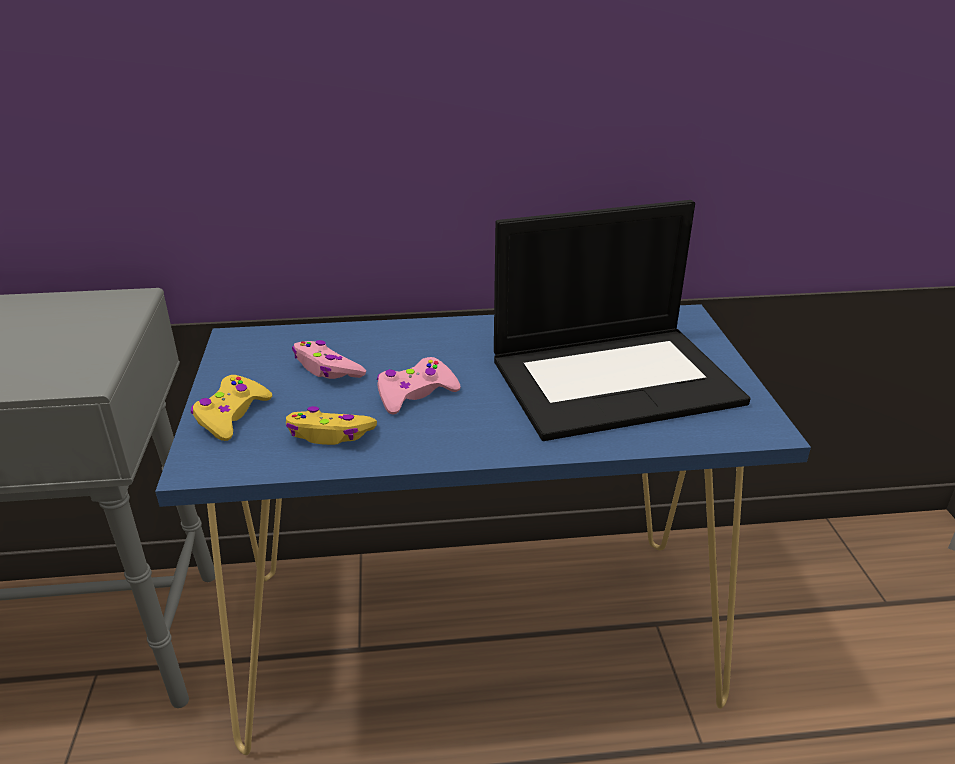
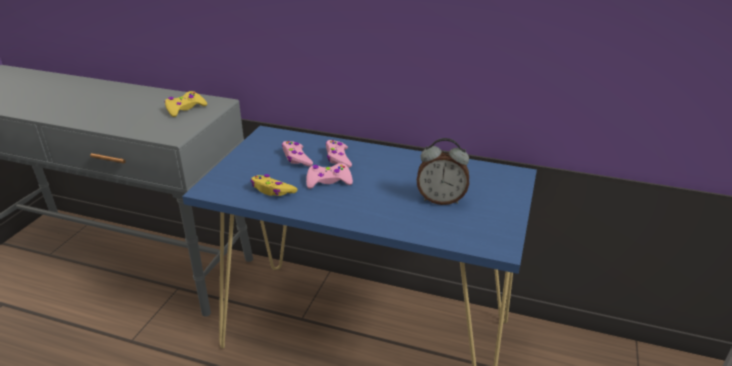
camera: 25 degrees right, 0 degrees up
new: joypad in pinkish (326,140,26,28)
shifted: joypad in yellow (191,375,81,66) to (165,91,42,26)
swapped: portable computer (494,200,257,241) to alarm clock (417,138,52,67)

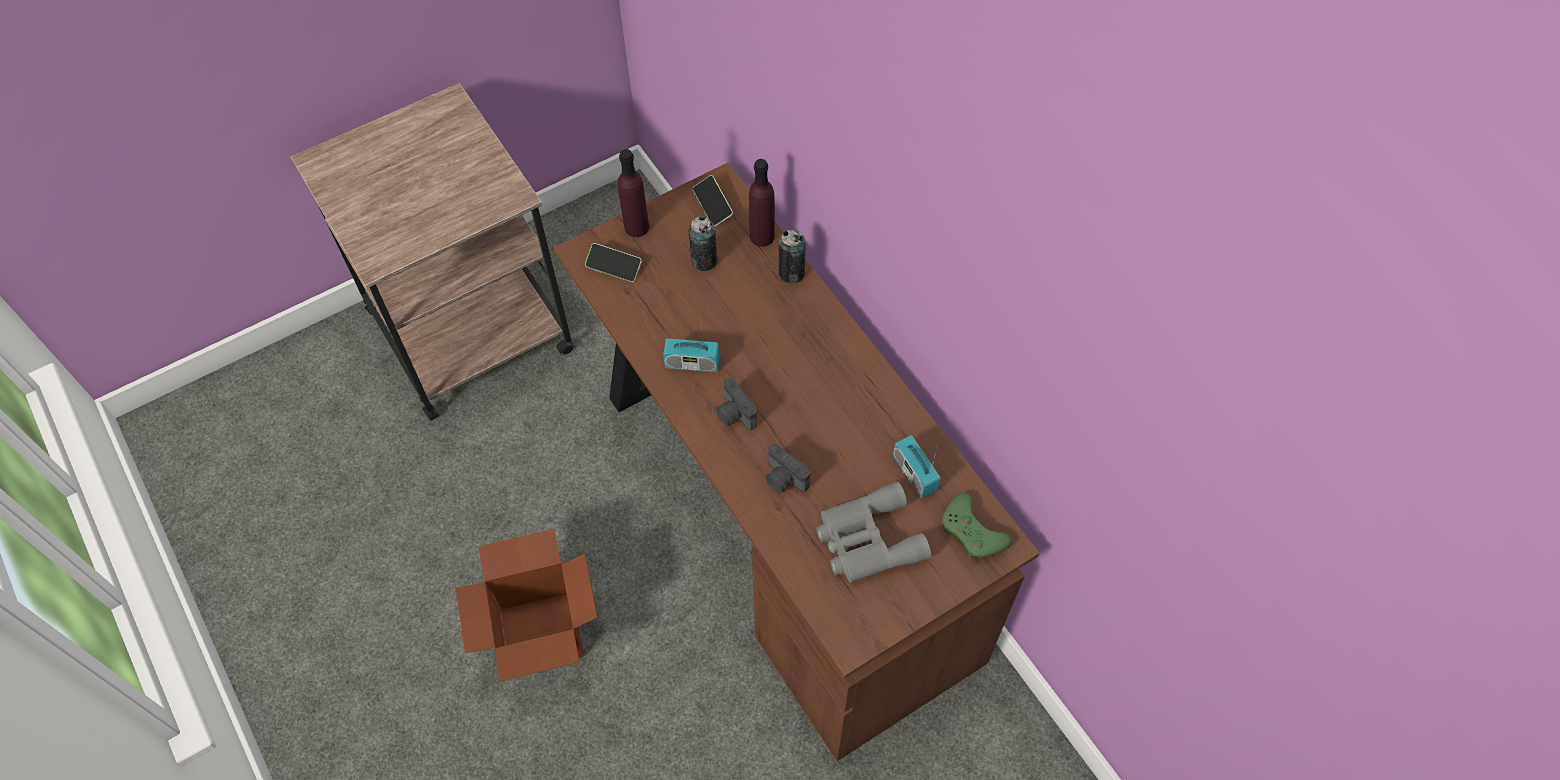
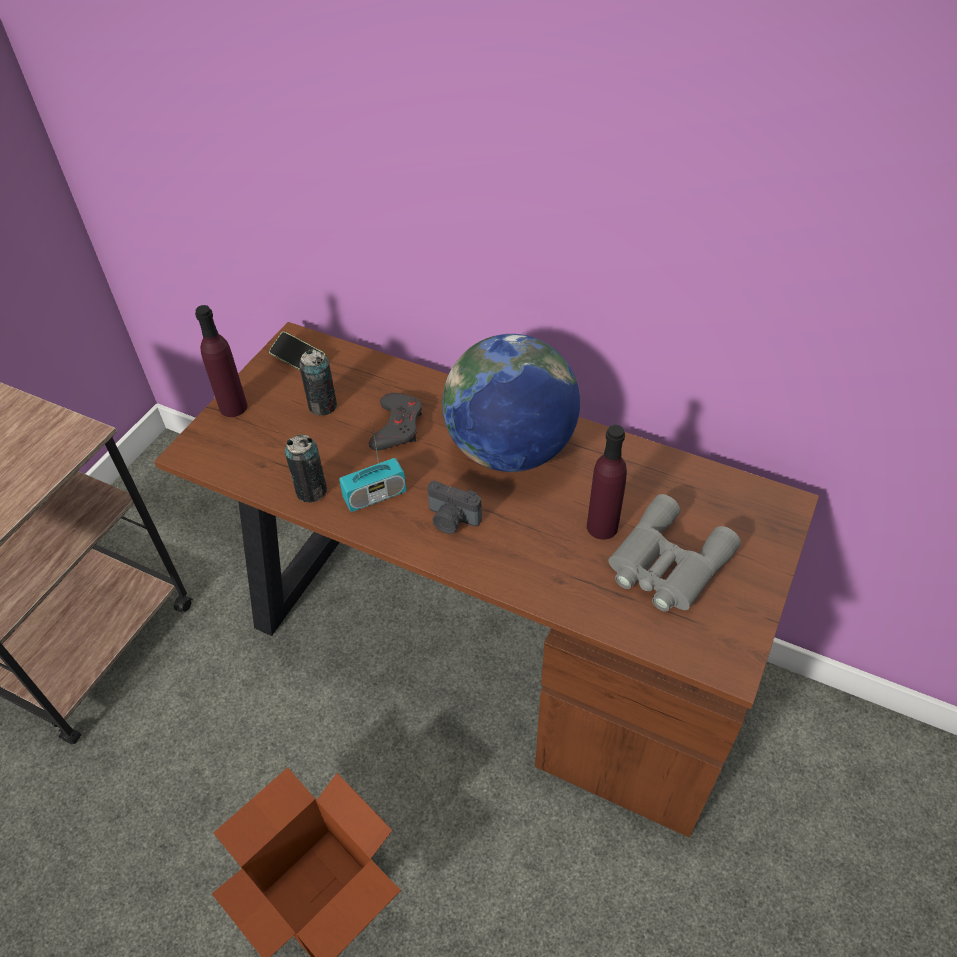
camera: 30 degrees left, 10 degrees down
gone: handset (585,243,57,39); still camera (765,443,45,51); radio (893,435,48,63); joypad in green (942,493,70,65)
new: joypad in greyish (369,393,53,57); desk globe (442,334,138,138)
shifted: bottle in purple-coloured (749,159,26,88) to (587,425,40,115); metal can (779,229,27,55) to (285,434,42,69)

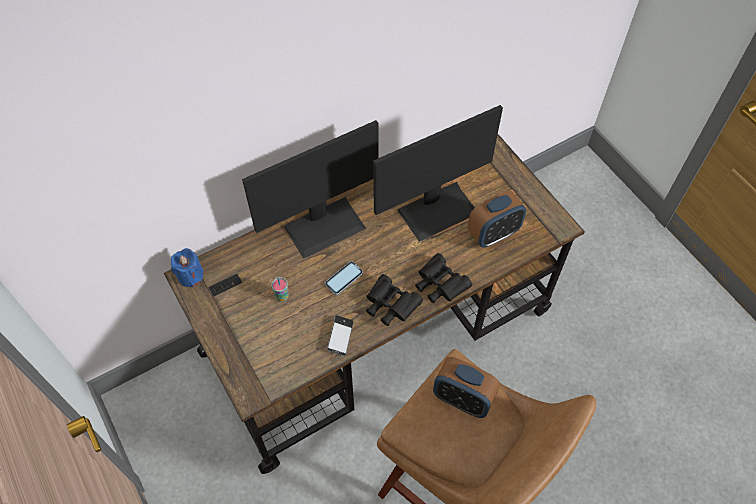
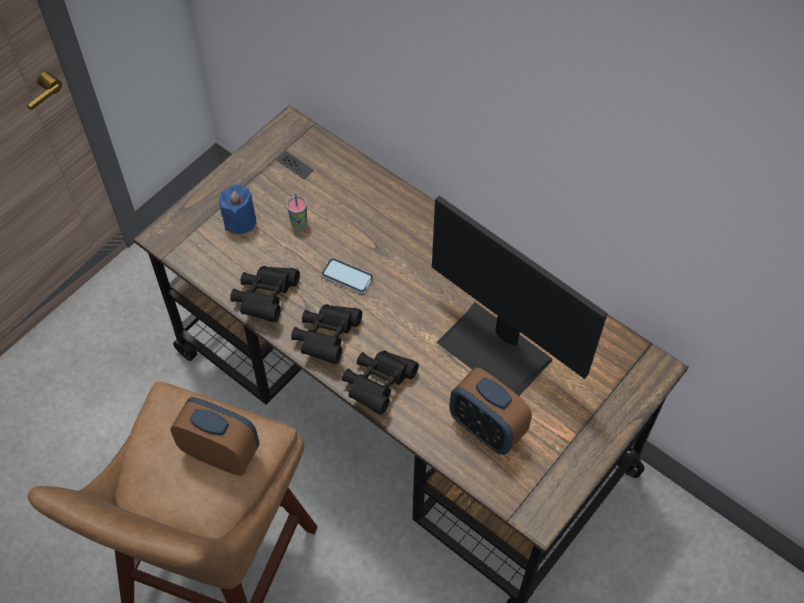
camera: 70 degrees right, 0 degrees up
gone: computer screen (242,120,136,139)
shifted: candle in blue-coloured (171,248,32,40) to (219,184,37,50)
swapped: handset (327,315,27,41) to field glasses in blackish (230,266,70,56)
rotated: alarm clock (433,357,67,61) = (170,397,89,79) 105 degrees clockwise

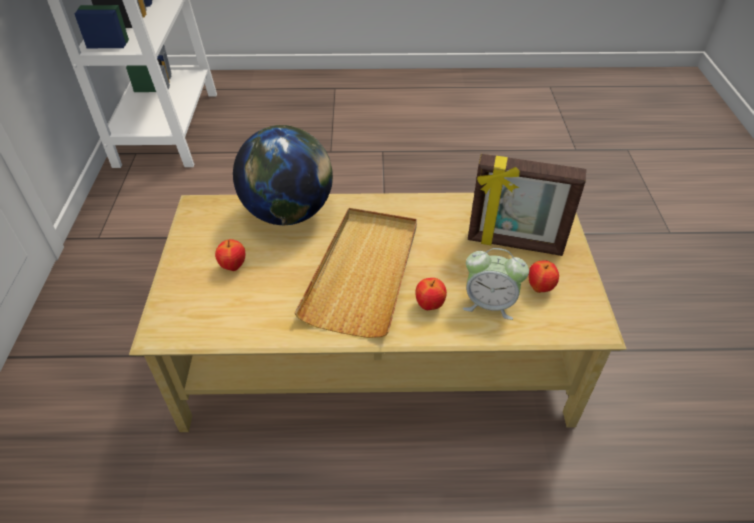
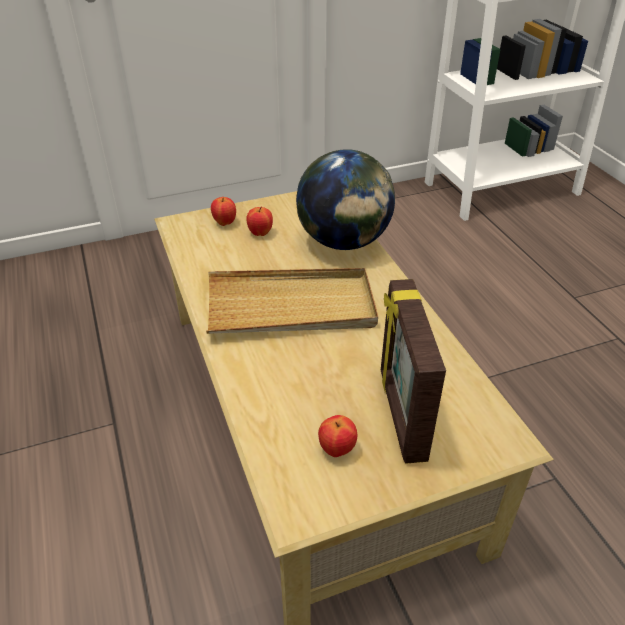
camera: 70 degrees right, 5 degrees down
gone: alarm clock (463,248,66,72)
shifted: whole apple (415,278,32,32) to (211,197,25,29)

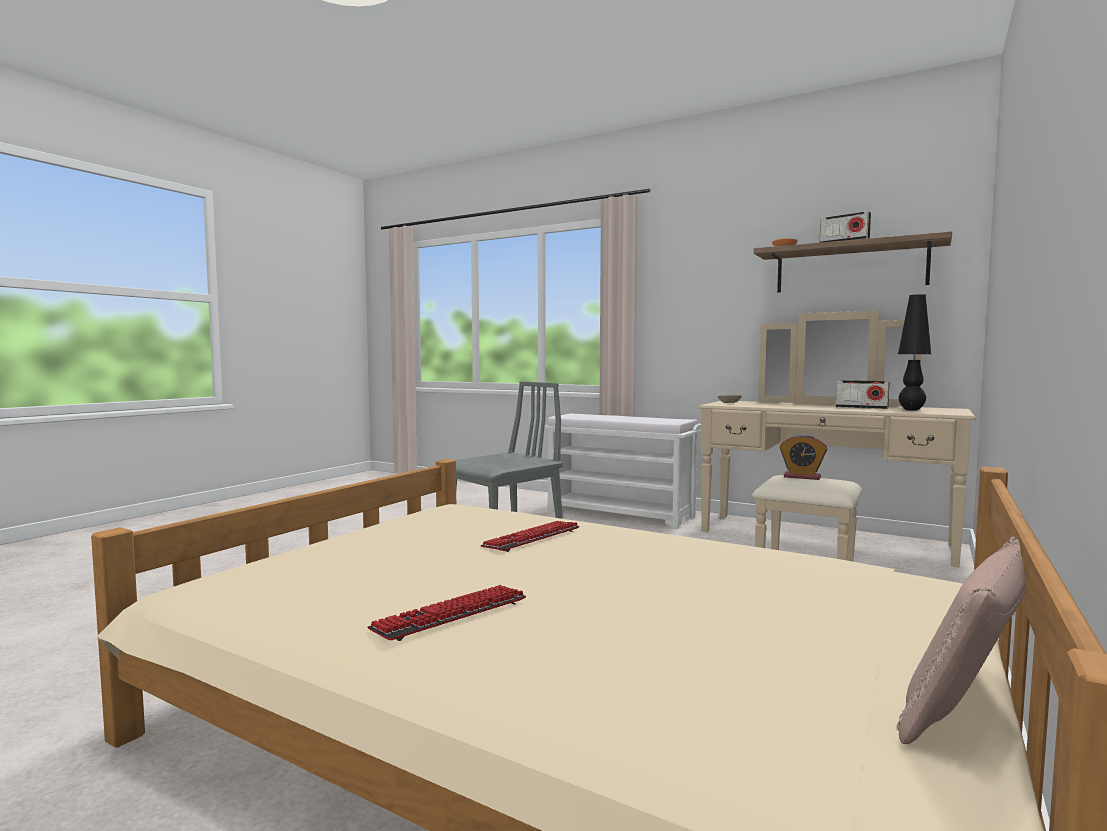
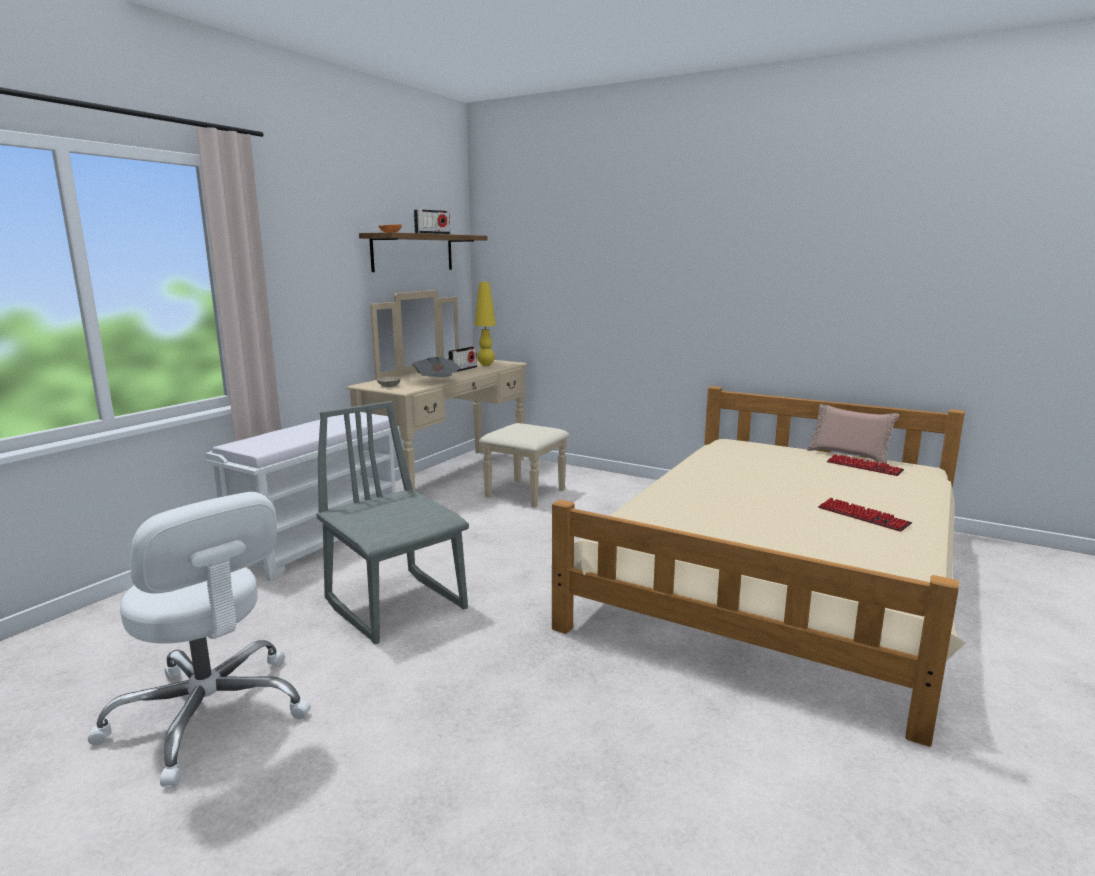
camera: 90 degrees left, 10 degrees up
gone: alarm clock (780,434,47,46)
new: desk chair in whitish (88,492,223,295); printed paper (411,357,49,20)
shifted: keyboard (480,521,99,31) to (827,454,77,22)
repainted: tabletop lamp in blackish (898,294,33,117) to tabletop lamp in yellow (475,282,21,84)

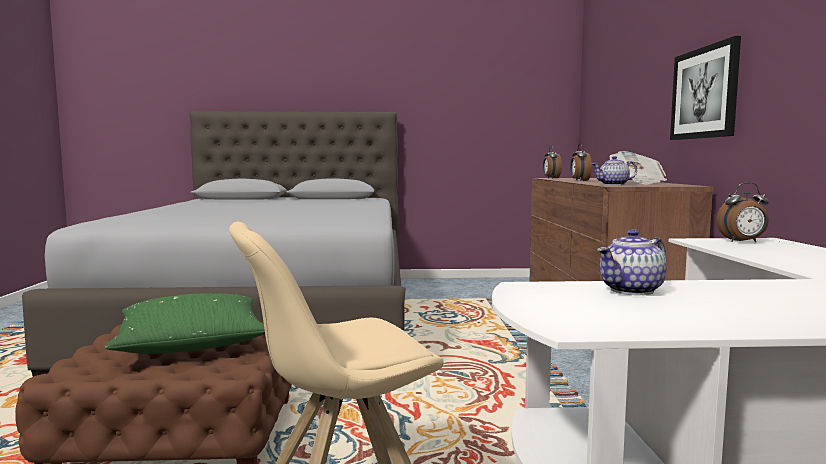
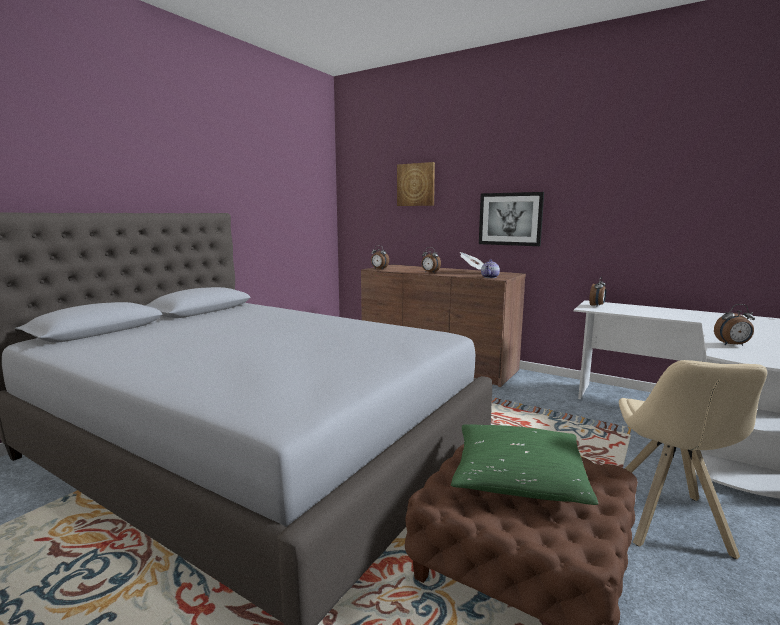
camera: 55 degrees left, 5 degrees up
new: picture (397,162,38,44)
swapped: tea pot (597,229,70,66) to alarm clock (714,304,41,42)

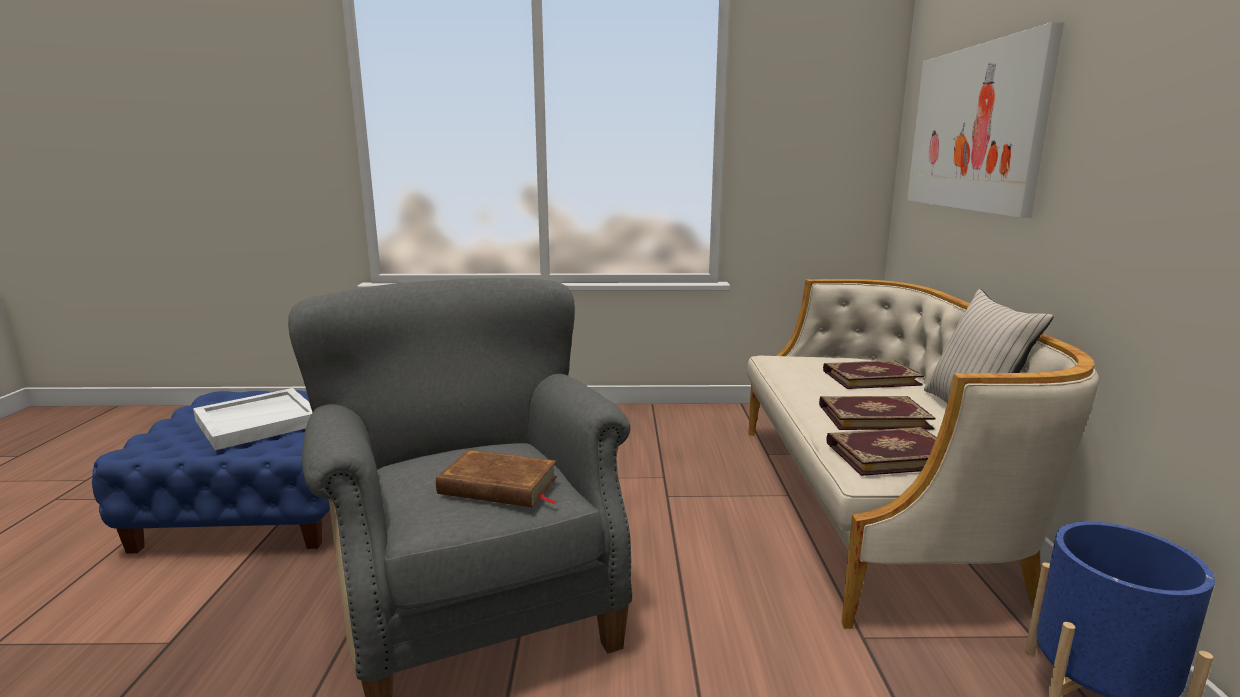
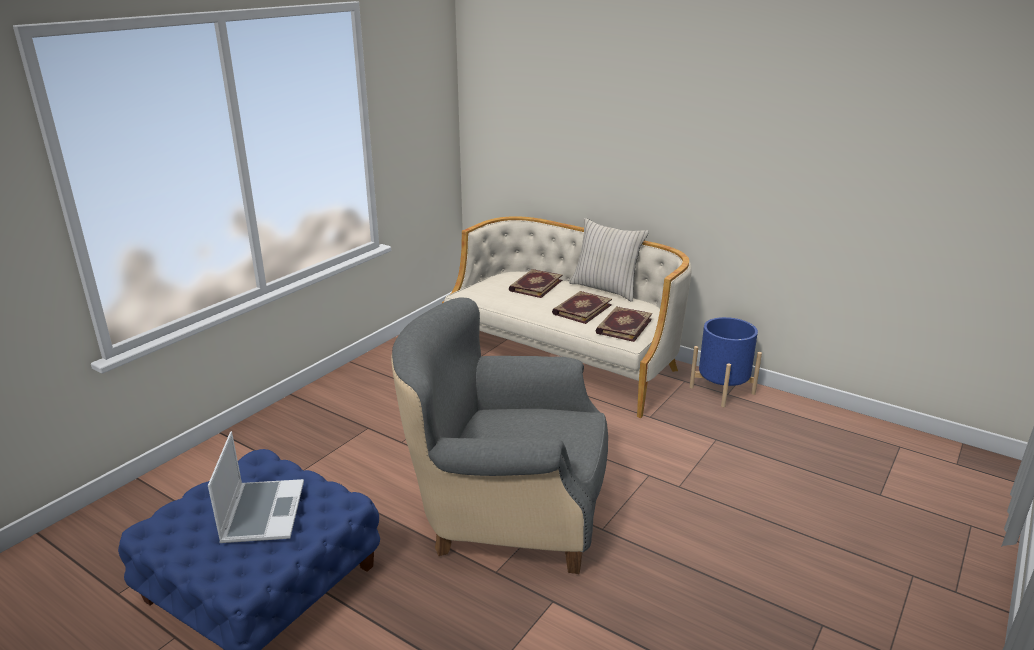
camera: 55 degrees left, 10 degrees up
gone: bound book in brown-coloured (436,450,122,57); picture (907,22,157,196)
swapped: tray in whitish (193,388,119,62) to portable computer (208,431,96,112)

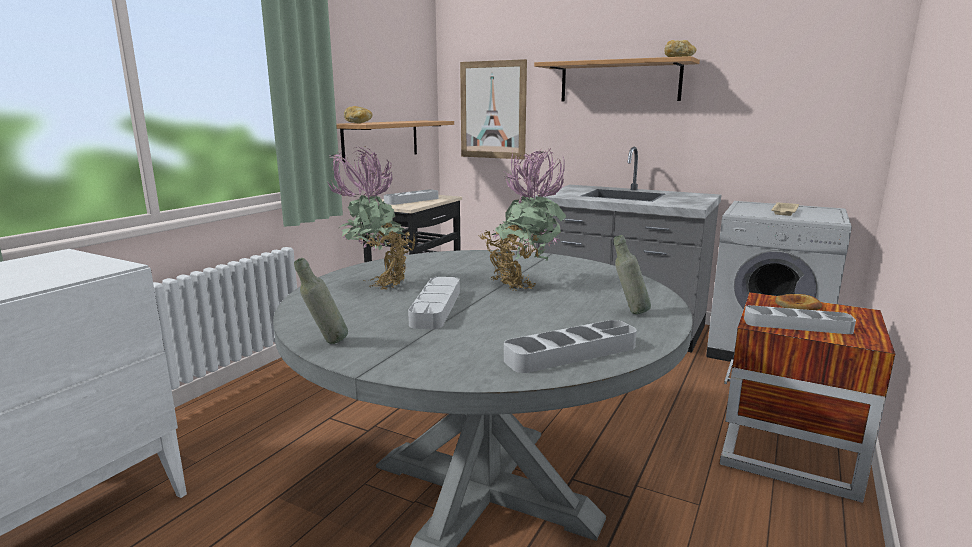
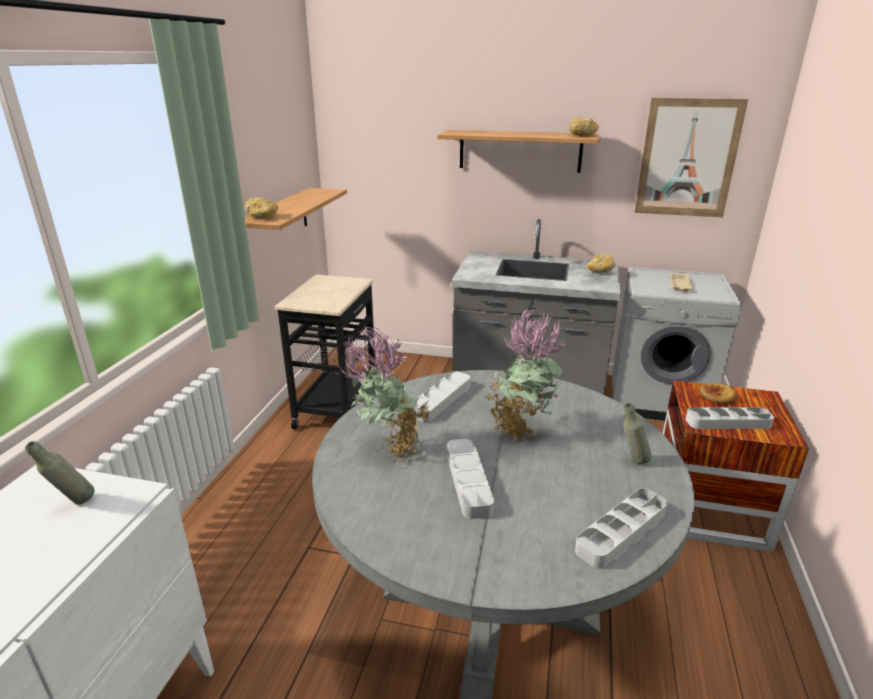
camera: 15 degrees left, 10 degrees up
new: baked bread (587,254,28,19)
shifted: bottle in greyish (294,258,54,86) to (25,441,69,64); tray in greyish (384,190,54,15) to (413,371,57,52); picture (460,59,67,100) to (634,98,114,119)

